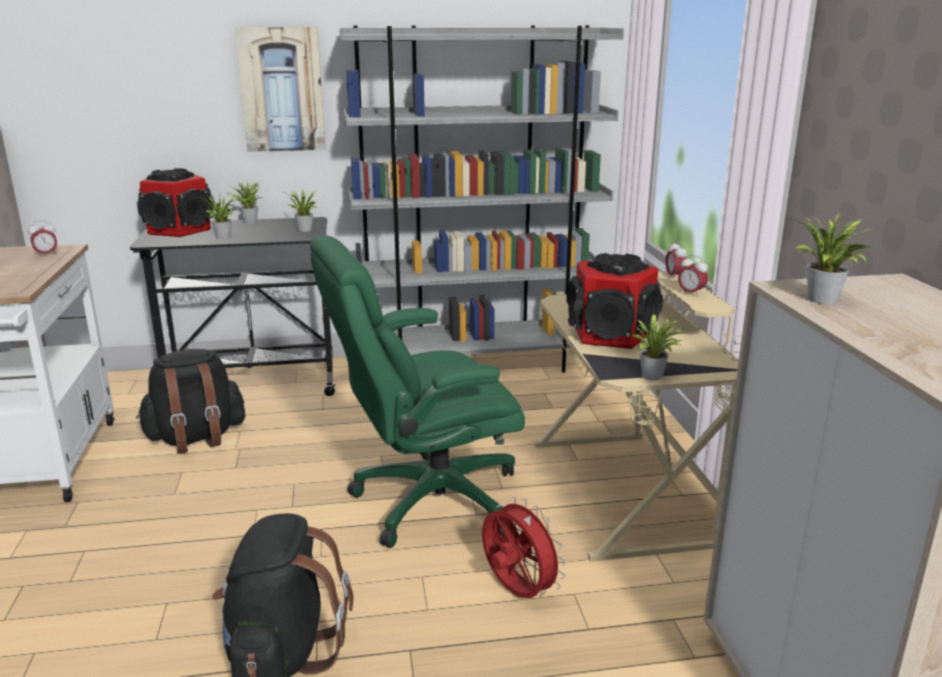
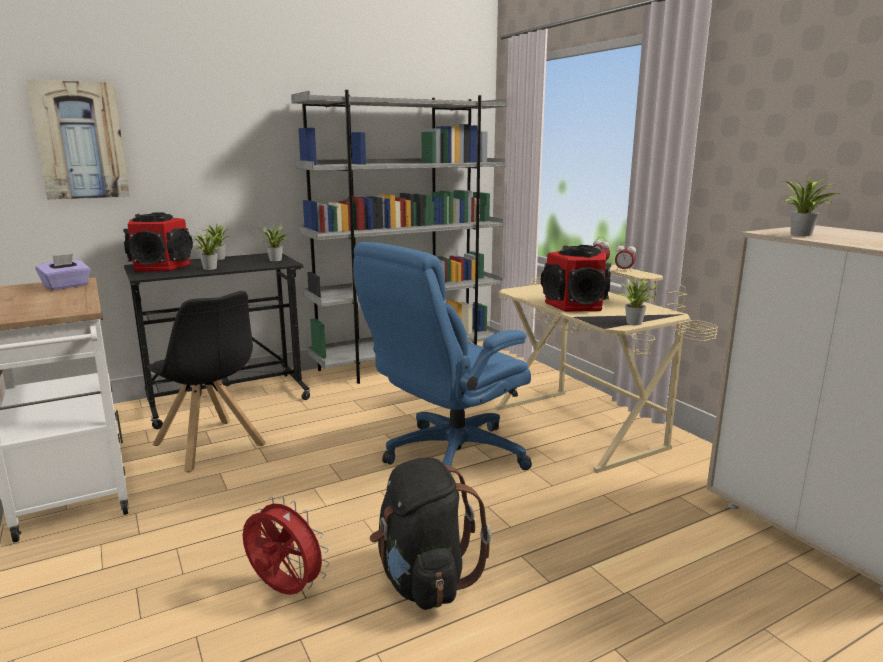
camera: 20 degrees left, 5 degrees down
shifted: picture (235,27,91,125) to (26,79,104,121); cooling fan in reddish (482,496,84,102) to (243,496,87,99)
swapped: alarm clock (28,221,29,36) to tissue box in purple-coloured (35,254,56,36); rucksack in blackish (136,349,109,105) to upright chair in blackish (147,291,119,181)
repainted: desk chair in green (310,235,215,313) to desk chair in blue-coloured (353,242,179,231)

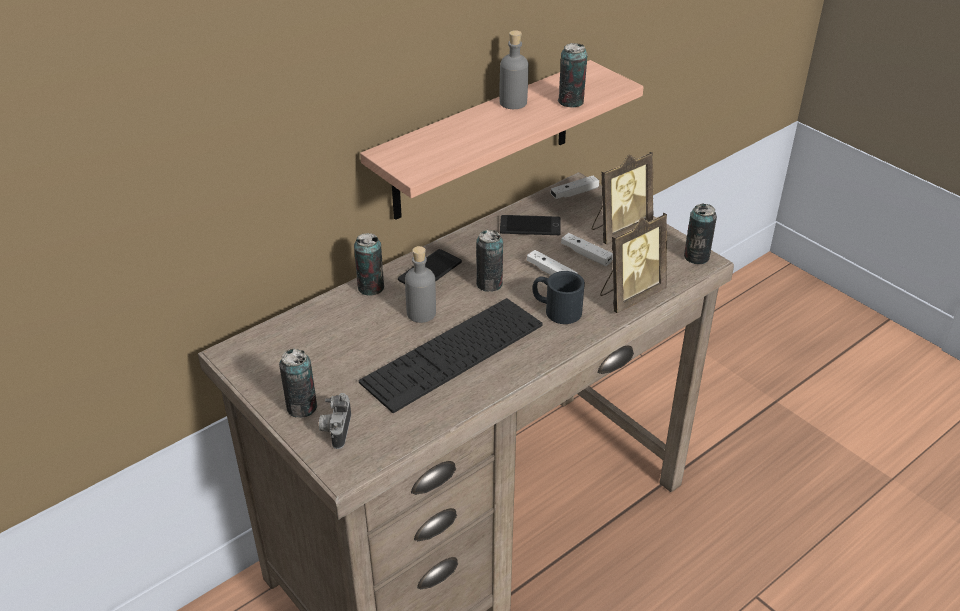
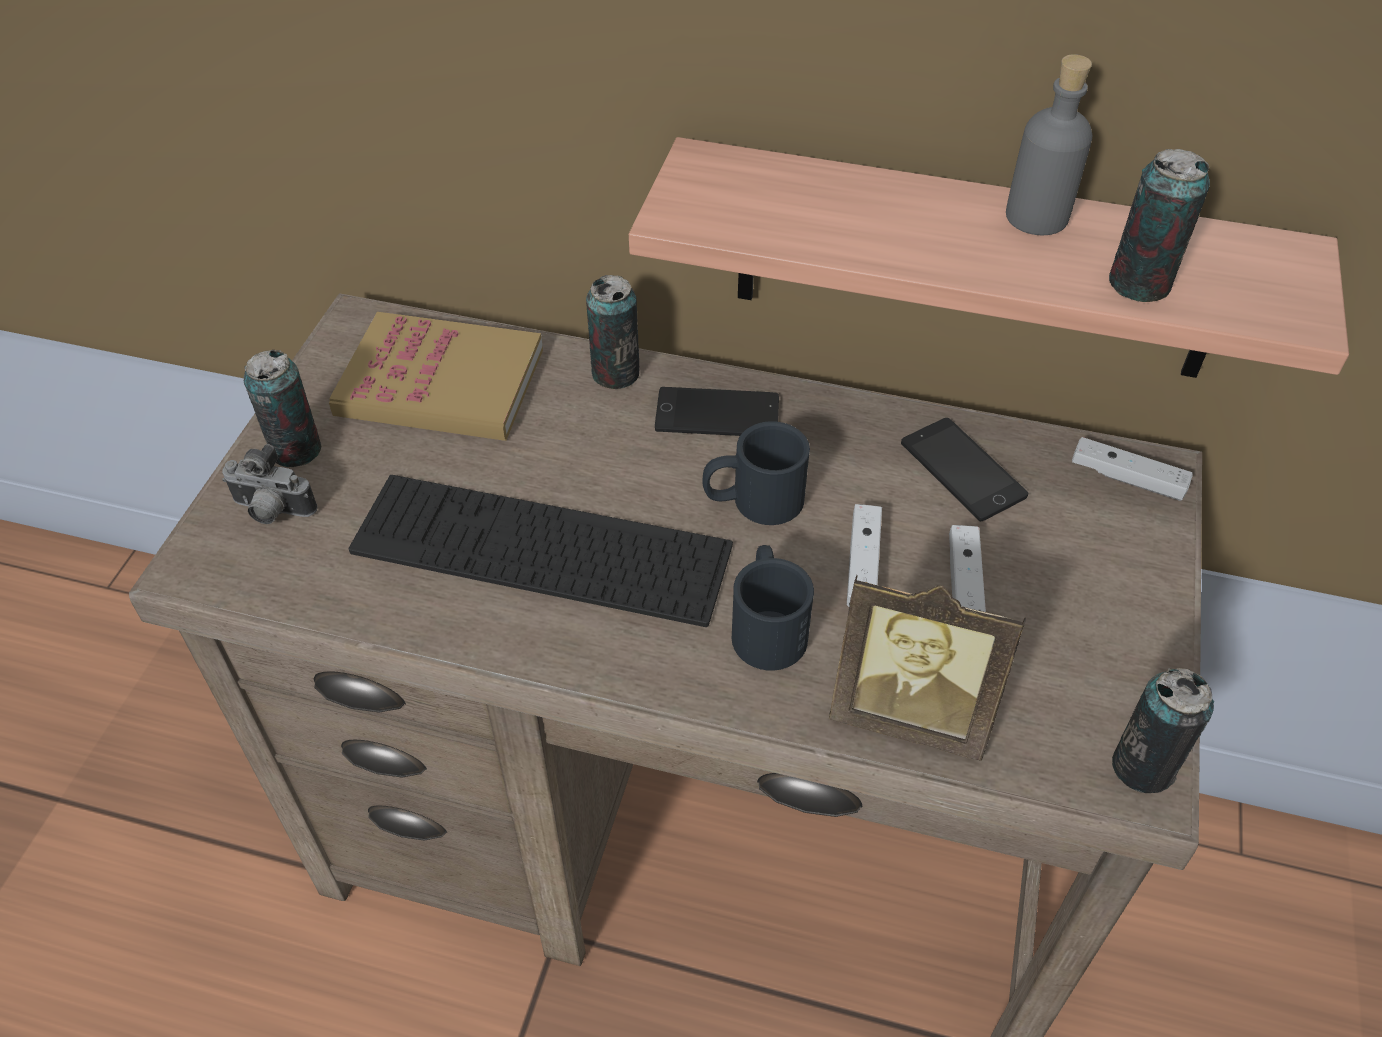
camera: 55 degrees right, 10 degrees up
gone: bottle in greyish (405,246,31,77); photo frame (592,152,61,93)
new: bound book (329,312,214,129)
swapped: metal can (476,229,27,63) to mug in blackish (703,421,107,104)
rotated: still camera (319,393,32,56) = (222,444,96,80) 135 degrees counterclockwise

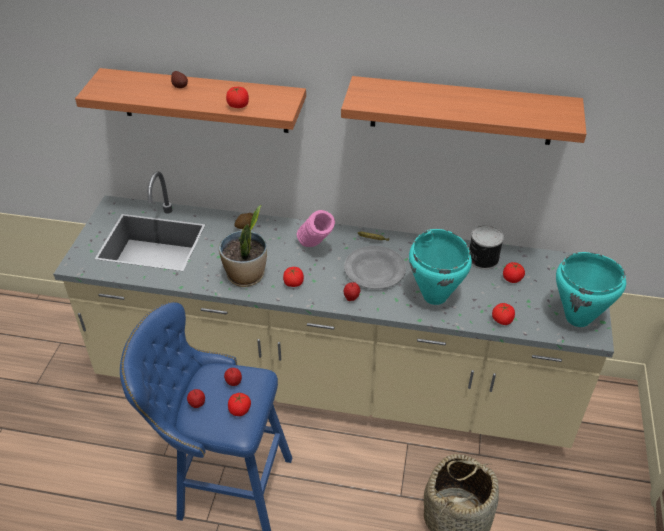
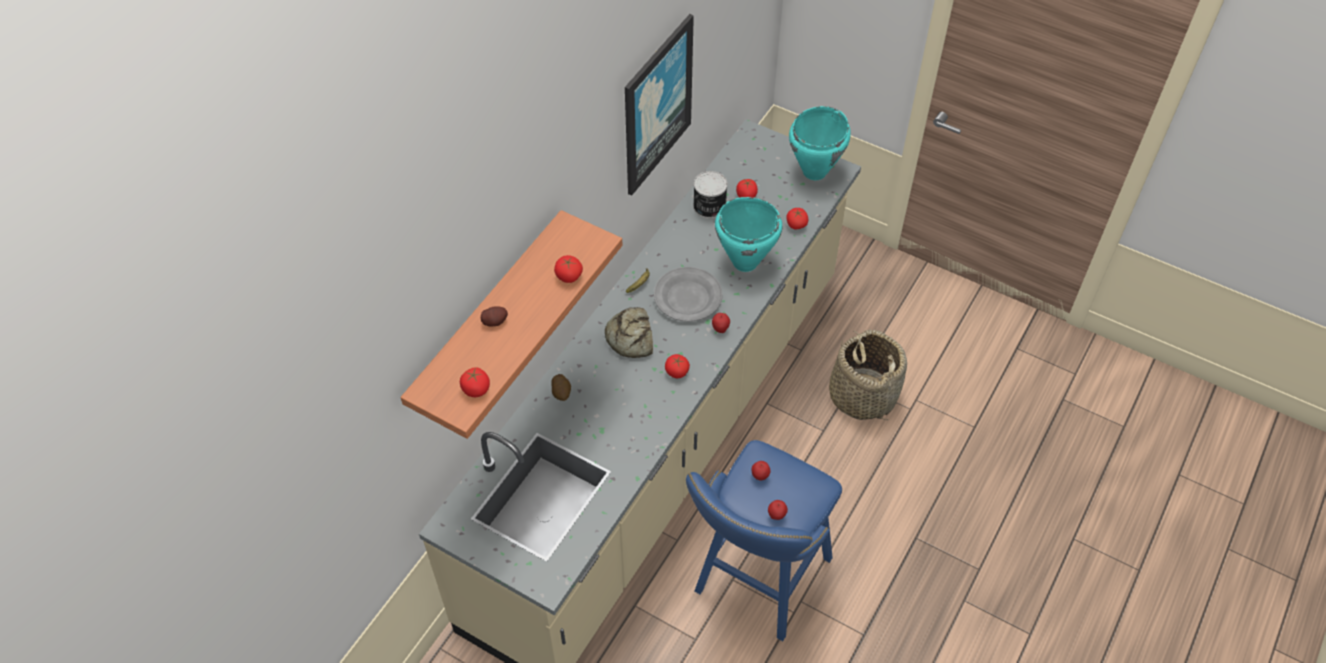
camera: 70 degrees left, 10 degrees up
gone: plant in a pot (219,205,48,82)
shifted: tomato (228,393,23,23) to (460,367,30,30)
swapped: vase in pinkish (297,210,38,37) to baked bread (605,307,48,51); bracket shelf (341,76,245,69) to picture (625,14,69,182)

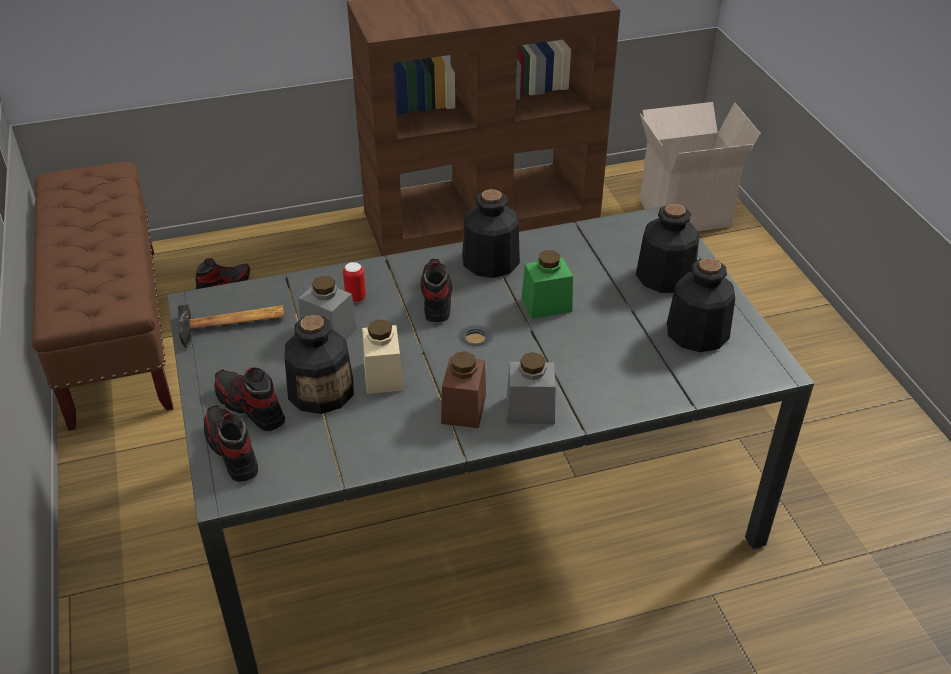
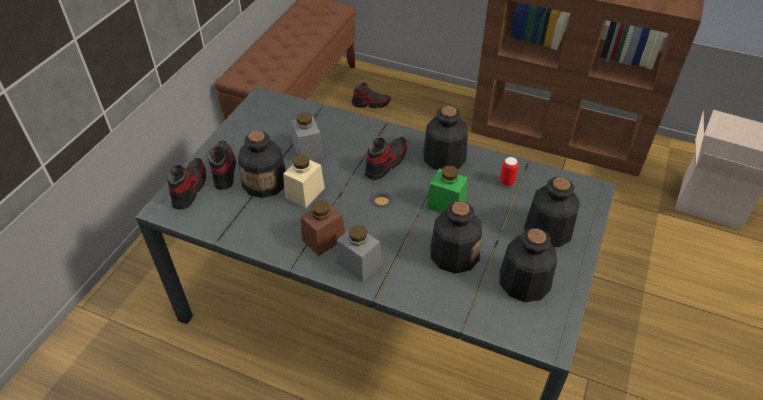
camera: 40 degrees right, 5 degrees up
gone: hammer (178,304,107,44)
new: bottle (431,201,51,73)
shifted: metal can (343,262,23,40) to (500,157,19,29)

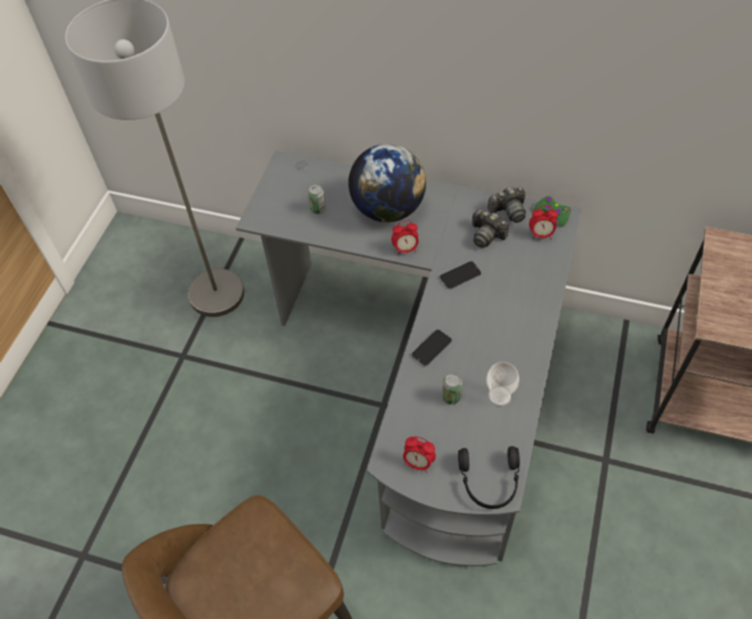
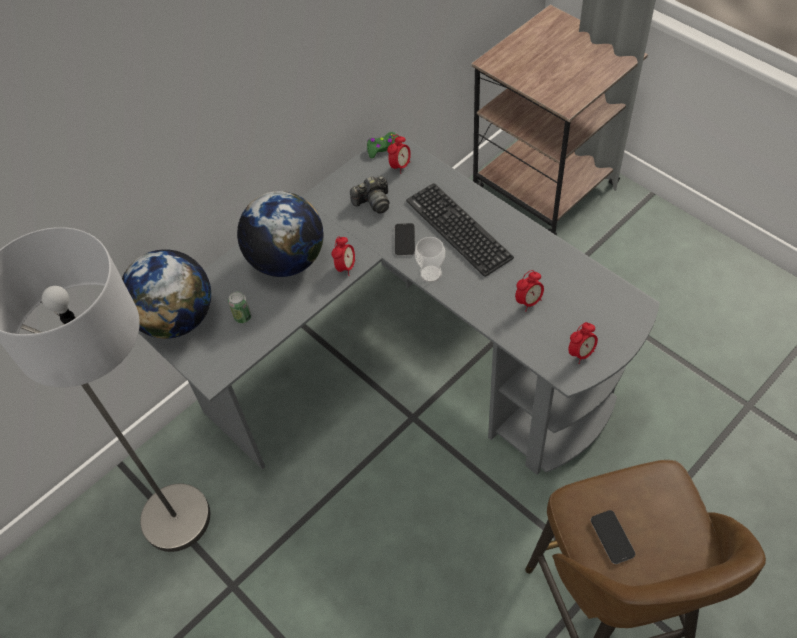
camera: 60 degrees left, 0 degrees up
gone: pair of headphones in blackish (458,446,62,63); still camera (488,187,38,36)
new: desk globe (122,249,89,90); keyboard (406,183,108,94)
shifted: handset (411,330,41,36) to (591,510,44,54); small cup (486,362,33,45) to (415,237,30,45)
swapped: metal can (442,374,20,31) to alarm clock (515,270,29,41)

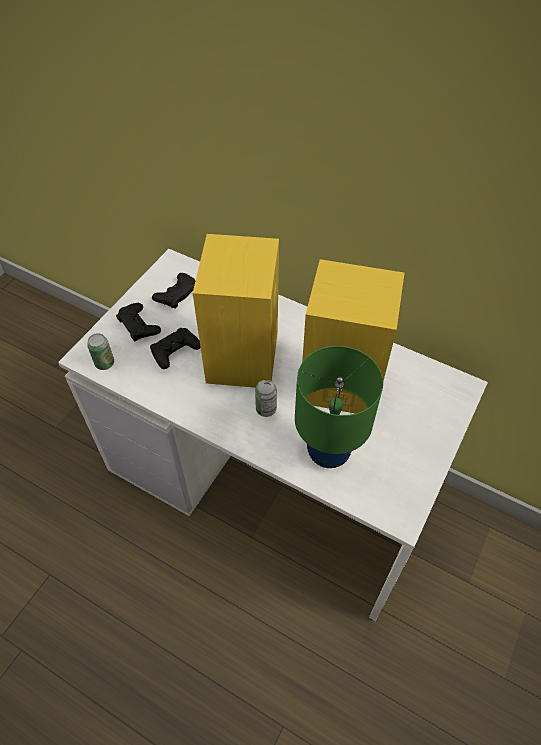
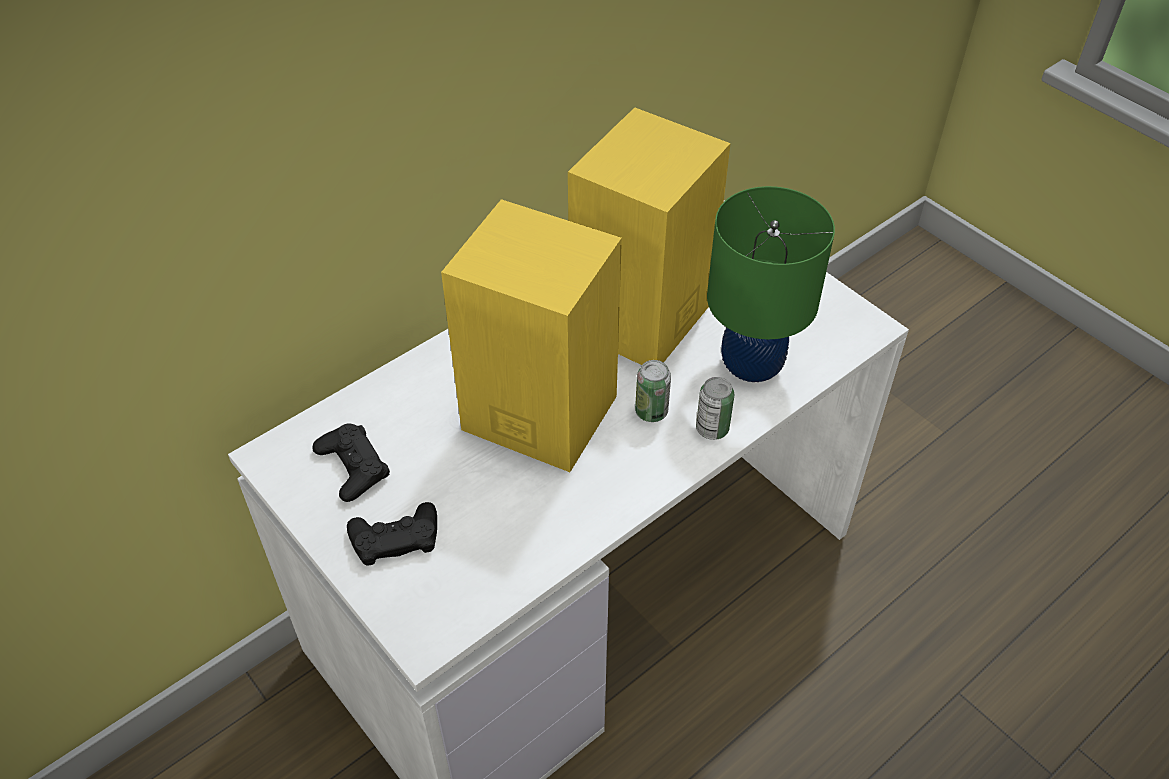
camera: 70 degrees left, 5 degrees down
gone: joypad in blackish (150,328,51,41)
shifted: metal can (87,333,27,37) to (696,377,38,63)

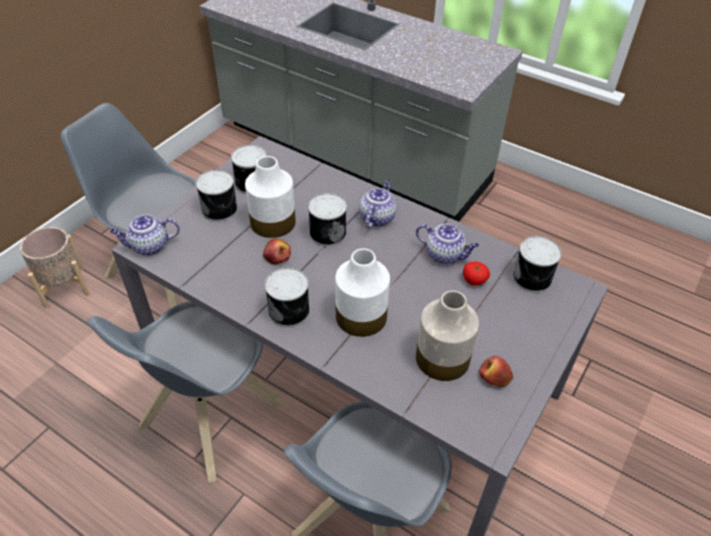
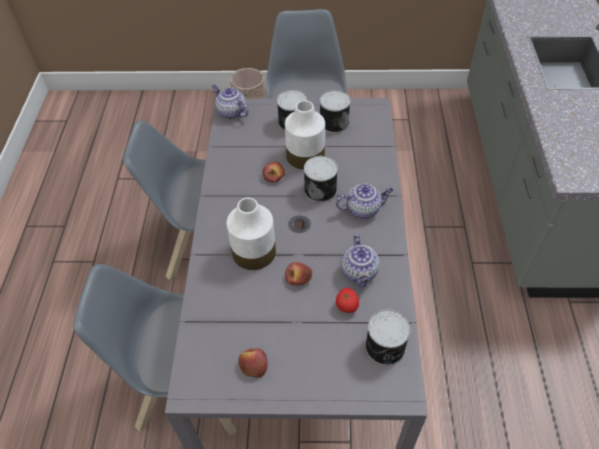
camera: 60 degrees right, 5 degrees up
gone: metal can (265,268,45,59); vase in beige (416,290,63,91)
new: whole apple (285,262,27,23)

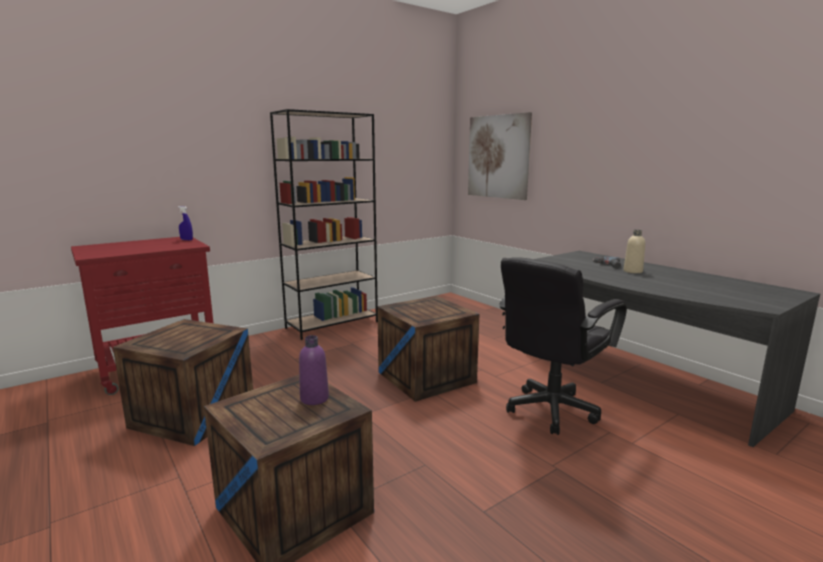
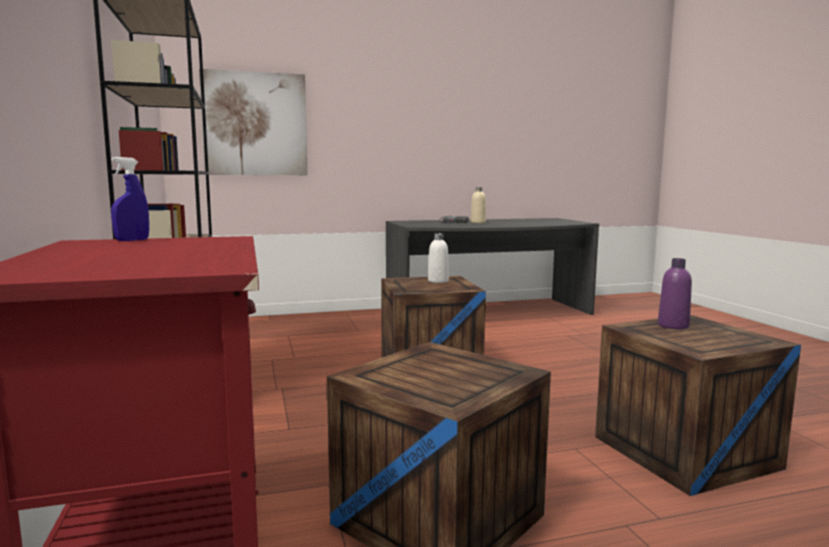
camera: 70 degrees left, 5 degrees down
gone: desk chair in blackish (499,257,128,178)
new: bottle in whitish (428,233,21,50)

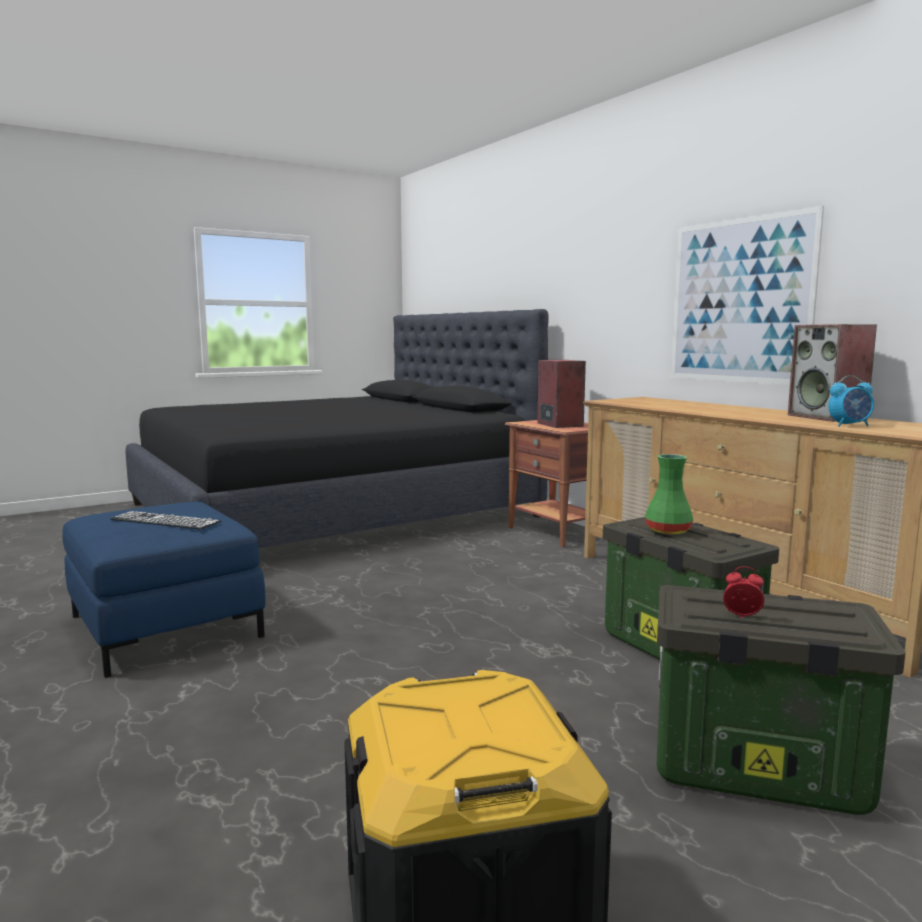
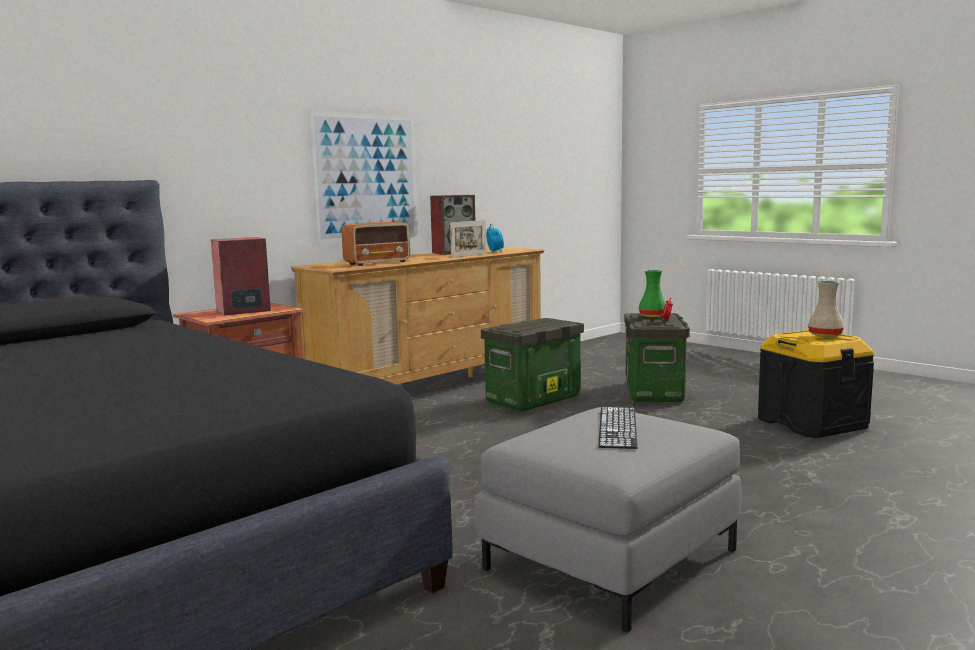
camera: 100 degrees left, 0 degrees up
new: radio (342,222,68,44); photo frame (450,220,36,38); vase in beige (808,281,36,56)
shifted: vase in green (645,454,48,80) to (639,270,27,47)
repainted: ottoman in blue-coloured (62,502,204,176) to ottoman in greyish (476,407,266,226)

